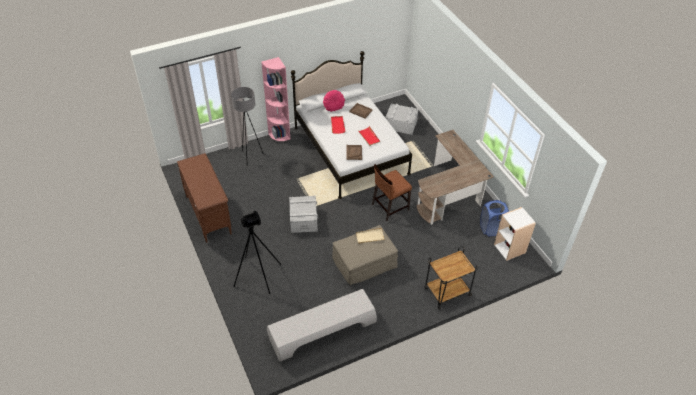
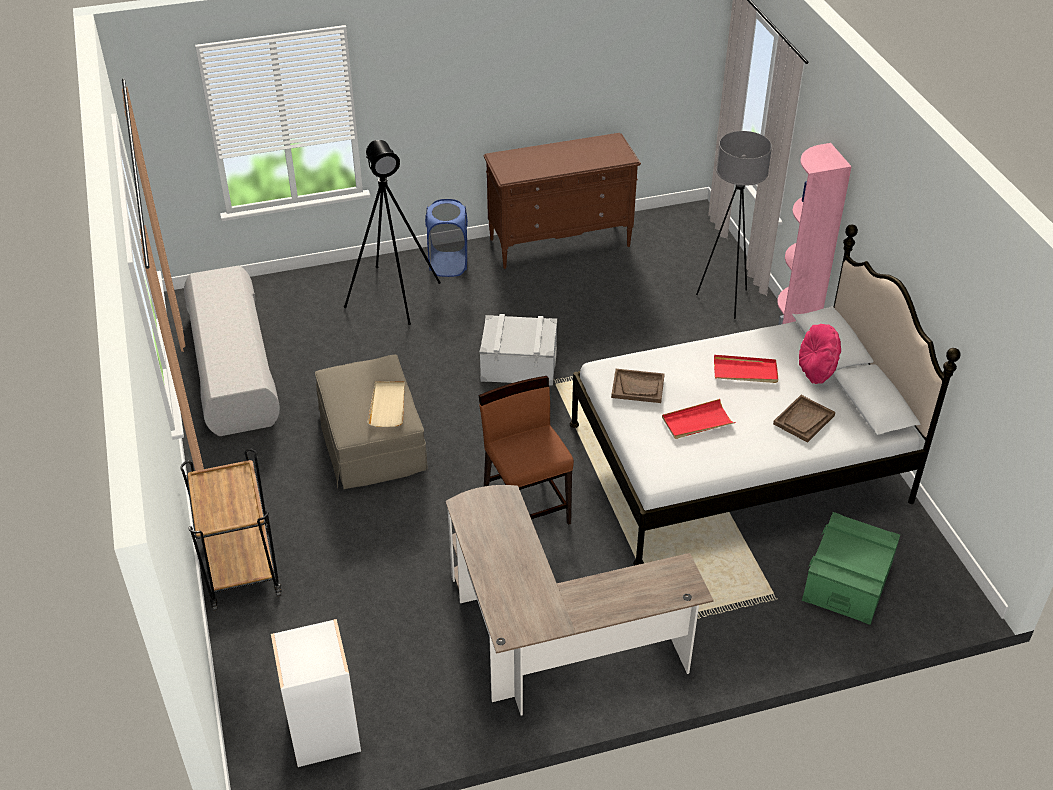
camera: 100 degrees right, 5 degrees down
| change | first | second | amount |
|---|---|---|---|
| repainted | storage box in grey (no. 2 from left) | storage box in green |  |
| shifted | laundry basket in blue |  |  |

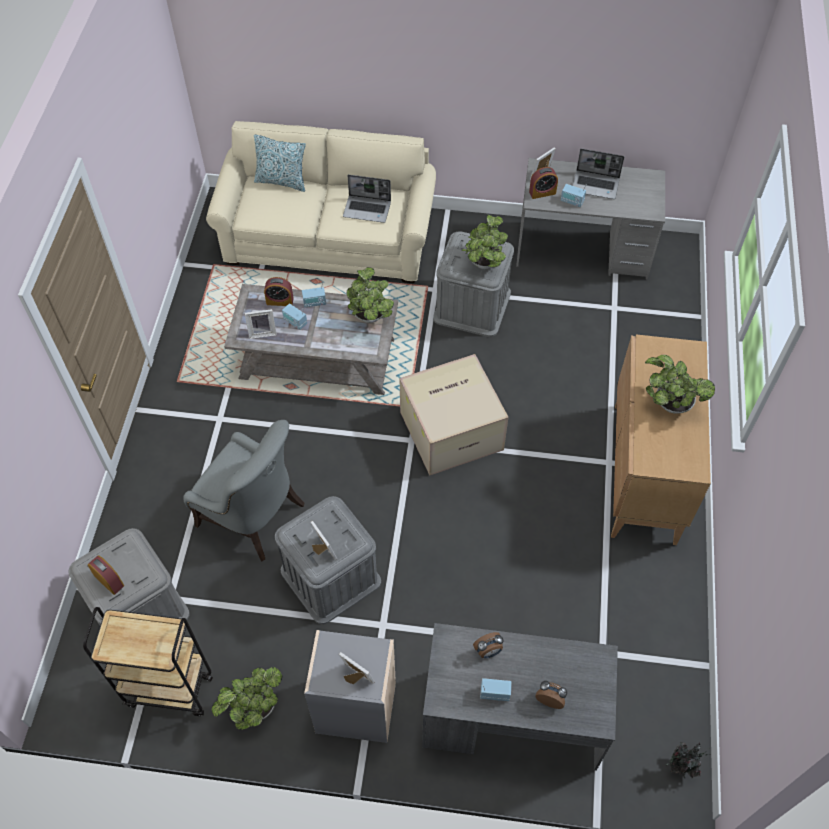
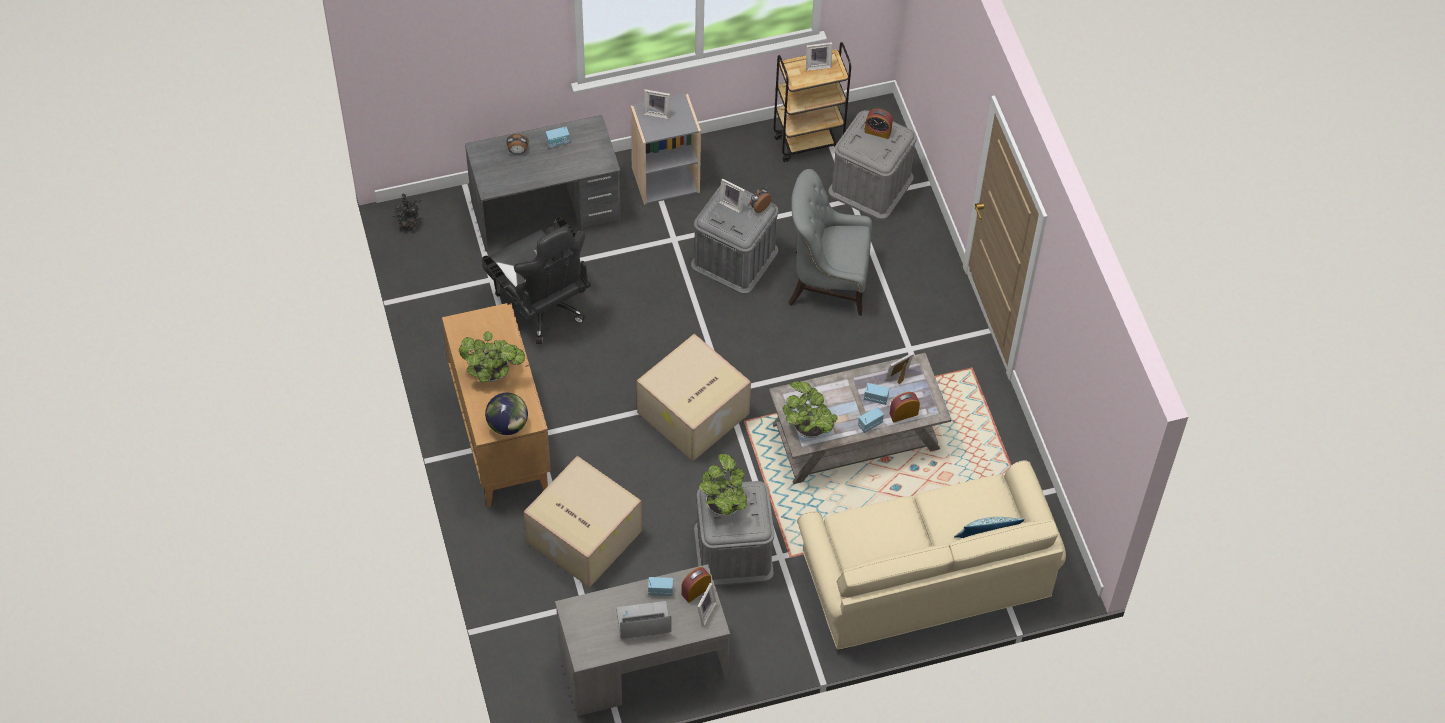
camera: 155 degrees right, 0 degrees up
| change | first | second | amount |
|---|---|---|---|
| gone | potted plant (no. 1 from left) |  |  |
| gone | laptop (no. 1 from left) |  |  |
| shifted | alarm clock (no. 3 from left) |  |  |
| new |  | office chair in black |  |
| new |  | globe |  |
| new |  | cardboard box (no. 1 from left) |  |
| new |  | picture frame (no. 4 from left) |  |

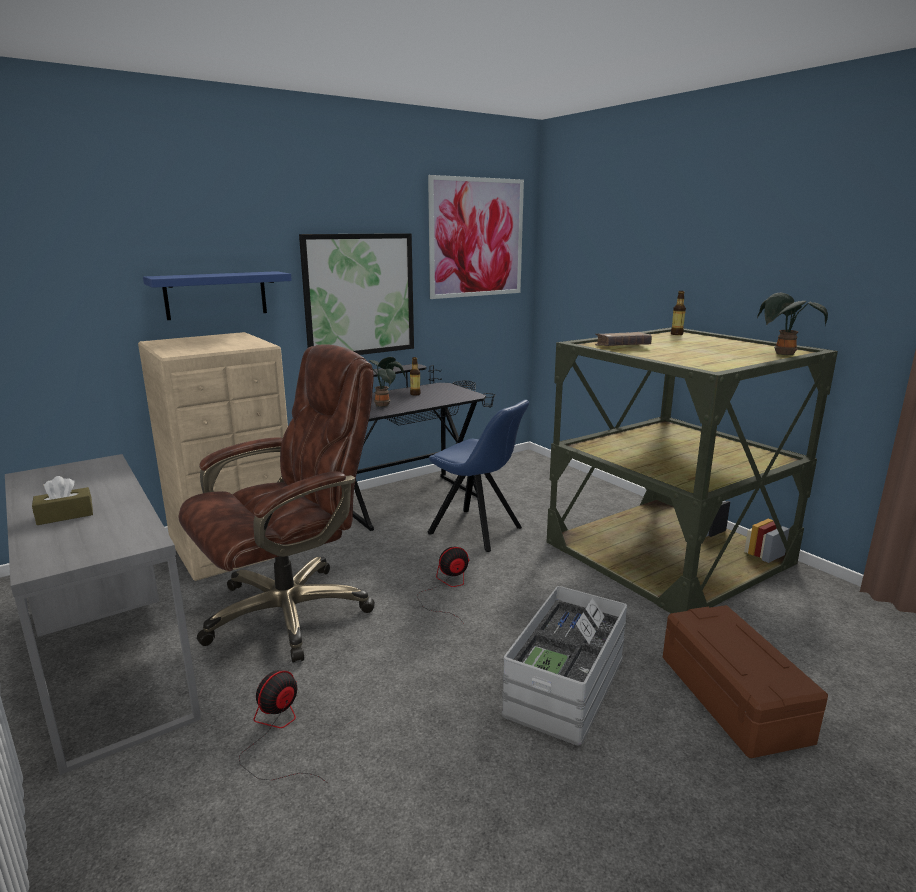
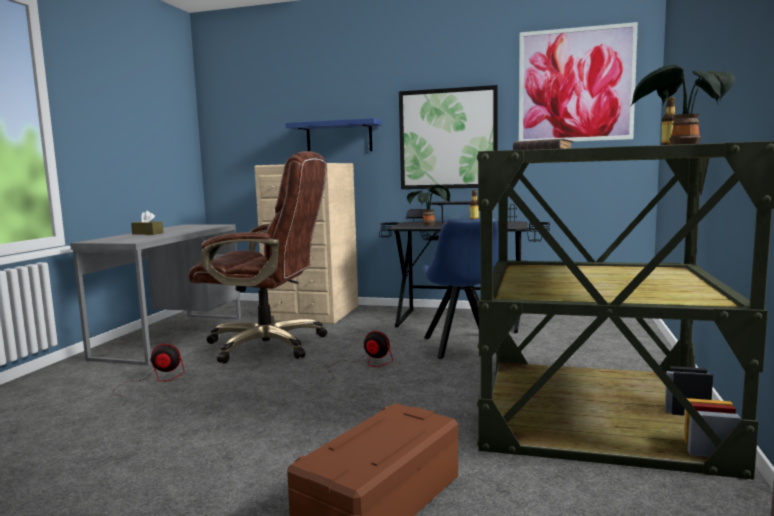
camera: 50 degrees right, 10 degrees down
| change | first | second | amount |
|---|---|---|---|
| gone | storage box in grey |  |  |

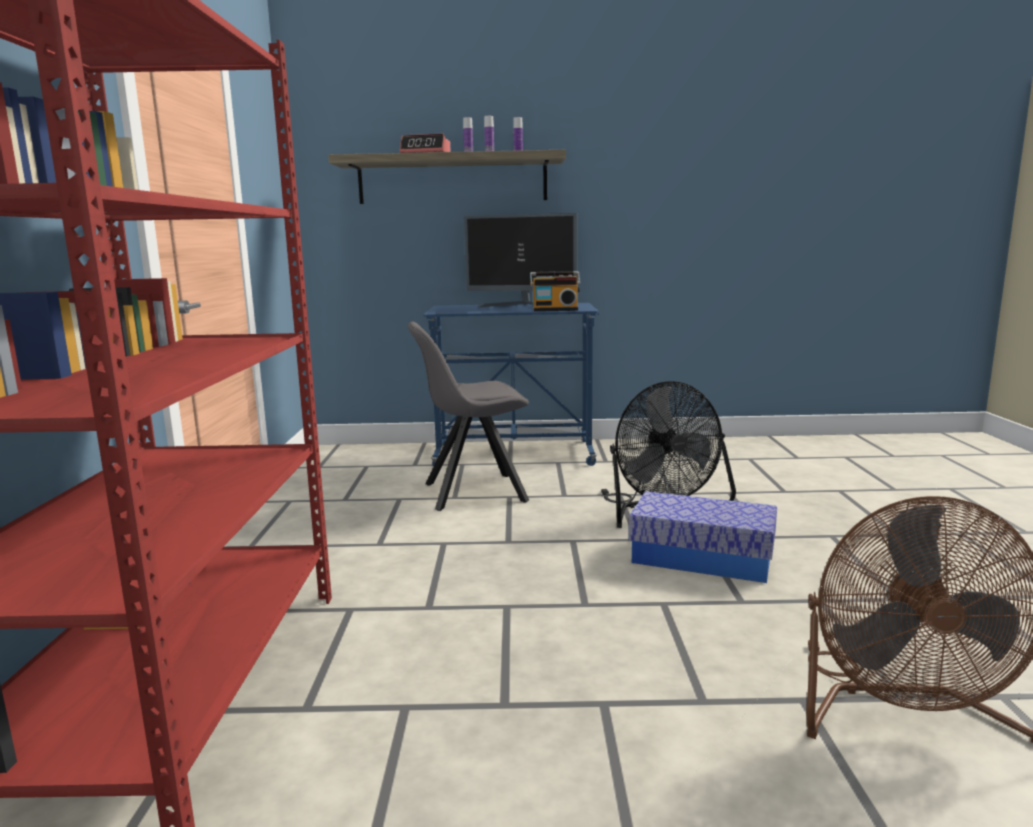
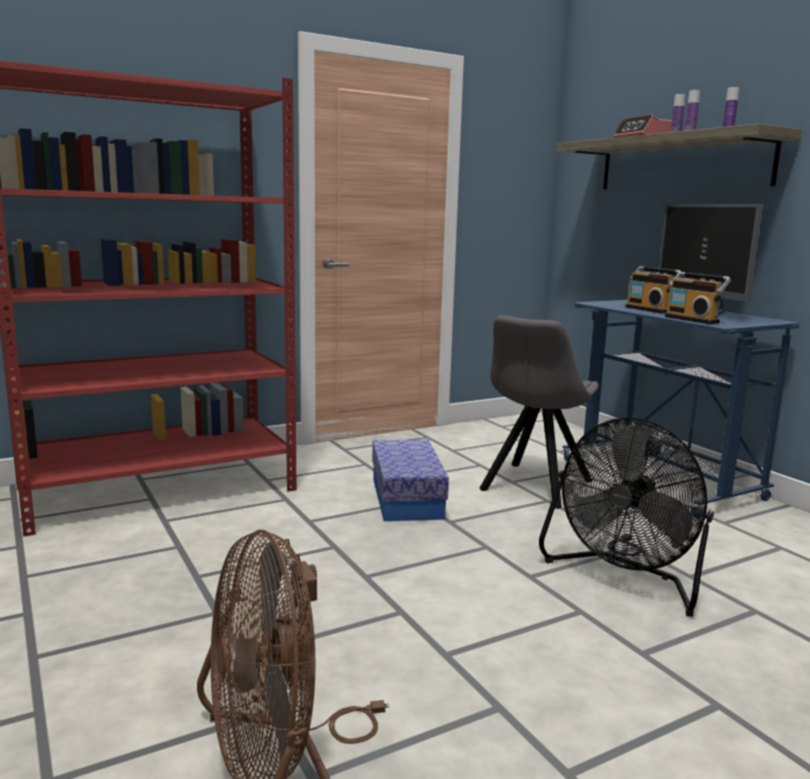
camera: 60 degrees right, 0 degrees up
| change | first | second | amount |
|---|---|---|---|
| rotated | chair in grey |  | 105 degrees counterclockwise |
| shifted | storage box |  |  |
| new |  | radio (no. 1 from left) |  |

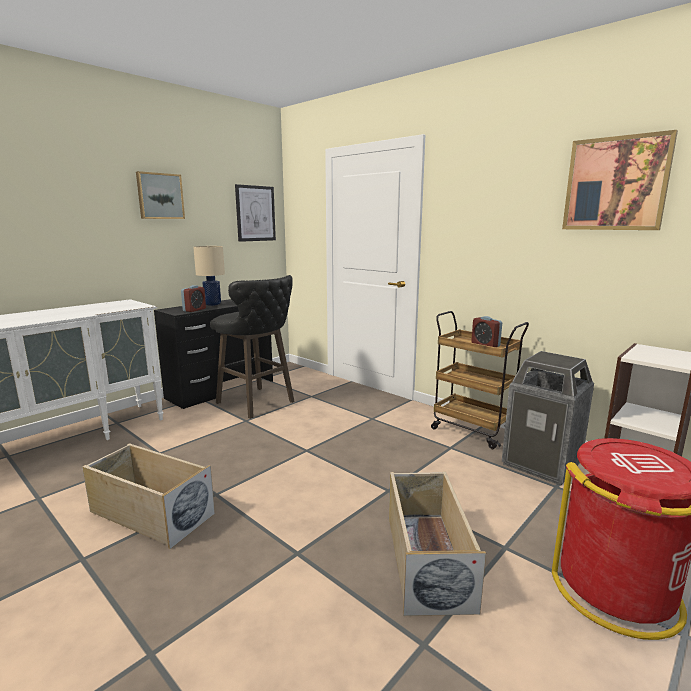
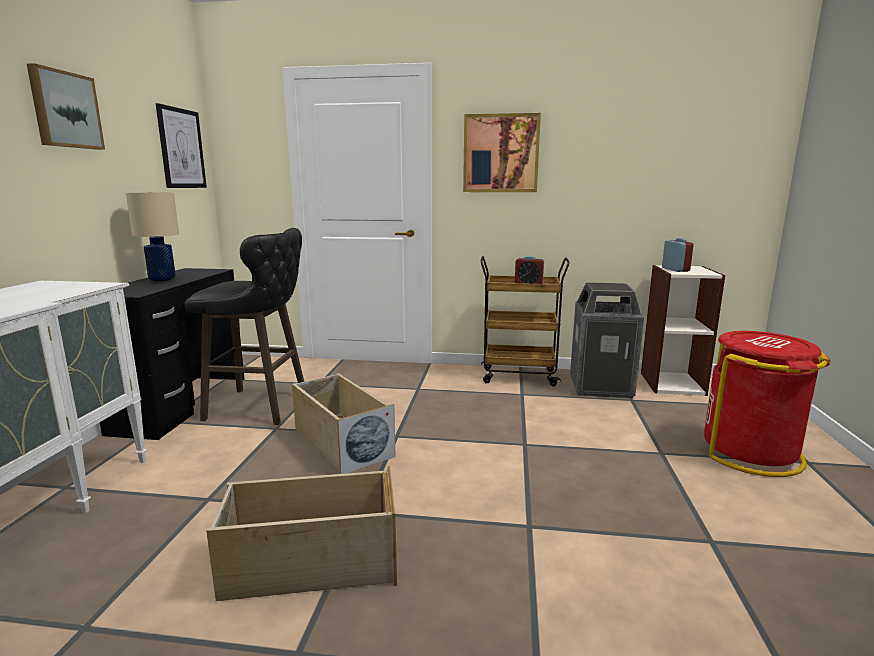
camera: 35 degrees left, 0 degrees up
| change | first | second | amount |
|---|---|---|---|
| shifted | alarm clock (no. 1 from left in the first image) | alarm clock (no. 2 from left) |  |
| shifted | storage box in beige (no. 2 from left) |  |  |
| shifted | picture (no. 3 from left) |  |  |

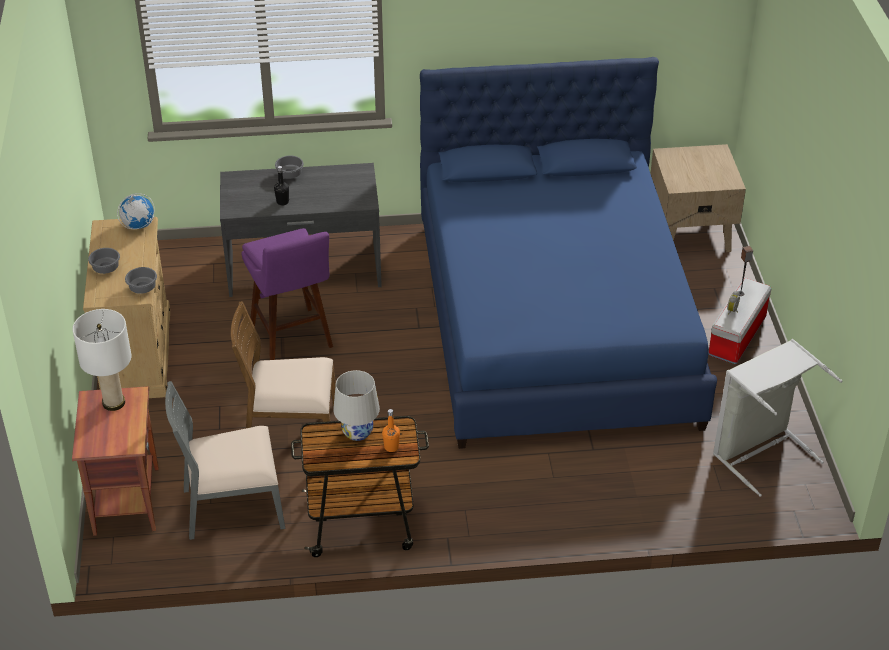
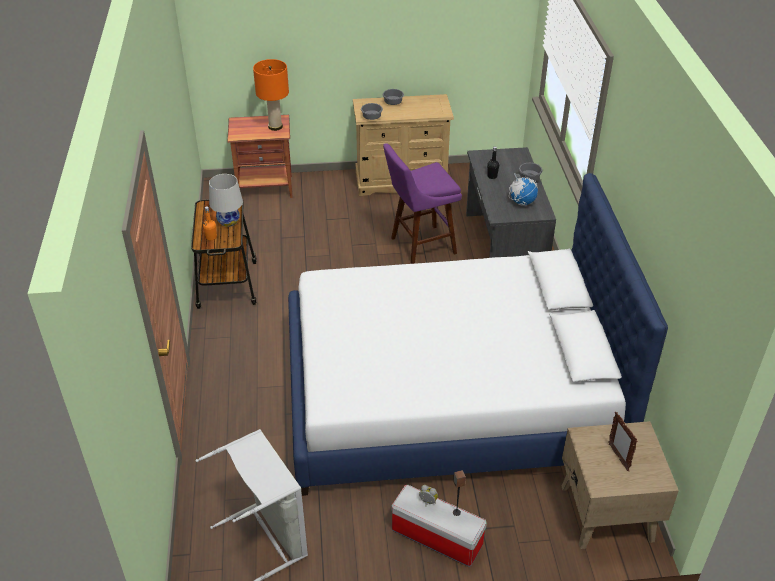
camera: 90 degrees right, 0 degrees up
| change | first | second | amount |
|---|---|---|---|
| repainted | table lamp in white (no. 1 from left) | table lamp in orange |  |
| shifted | globe |  |  |
| gone | chair in grey |  |  |
| gone | chair in brown |  |  |
| repainted | bed in blue | bed in white |  |
| new |  | picture frame |  |

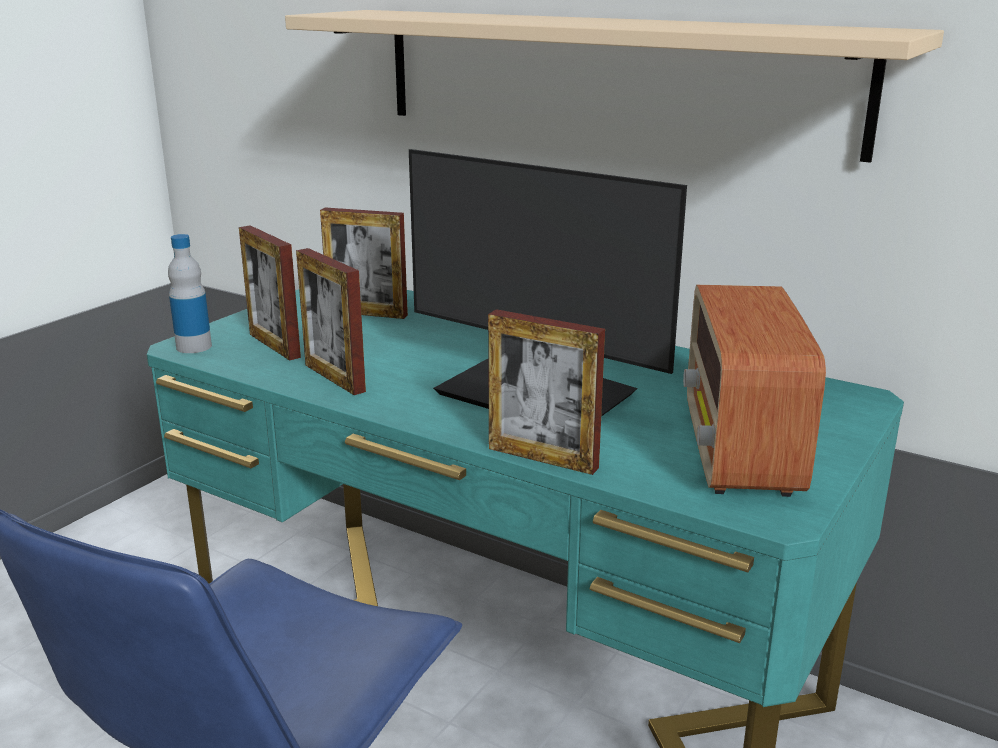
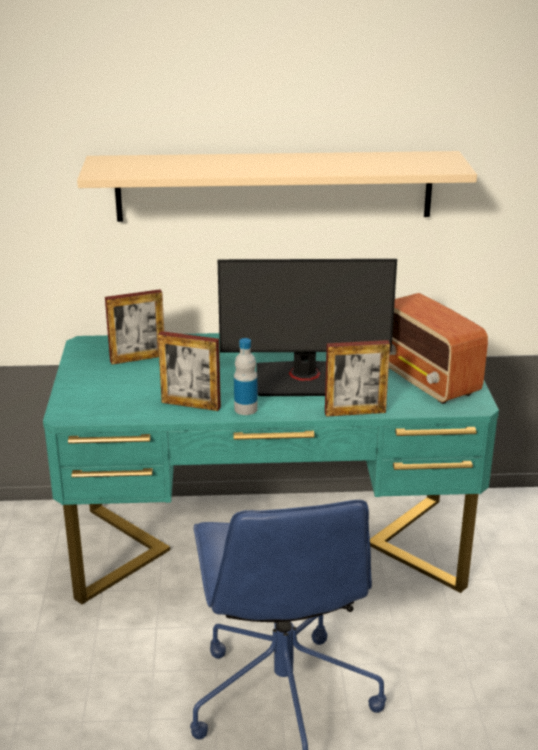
camera: 35 degrees left, 5 degrees up
| change | first | second | amount |
|---|---|---|---|
| shifted | bottle |  |  |
| gone | picture frame (no. 1 from left) |  |  |

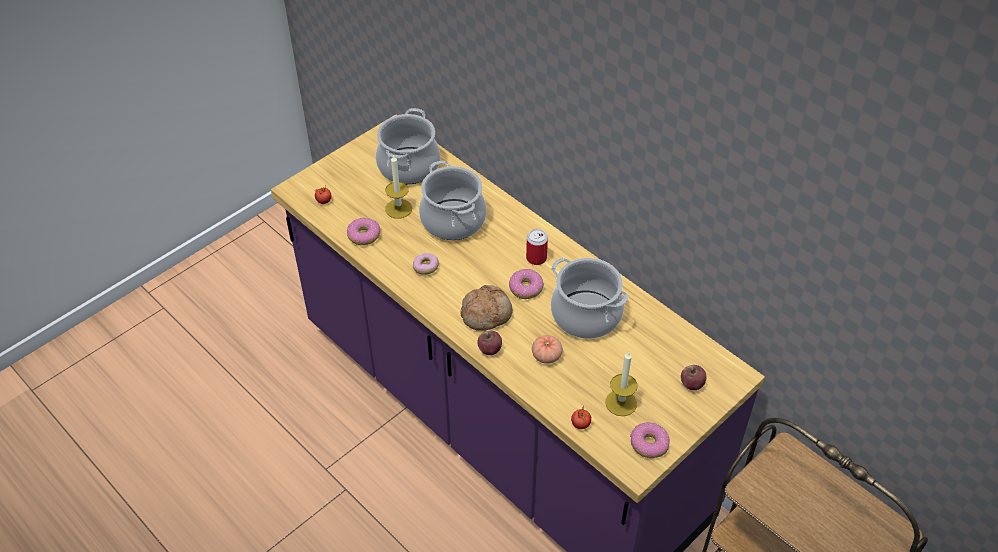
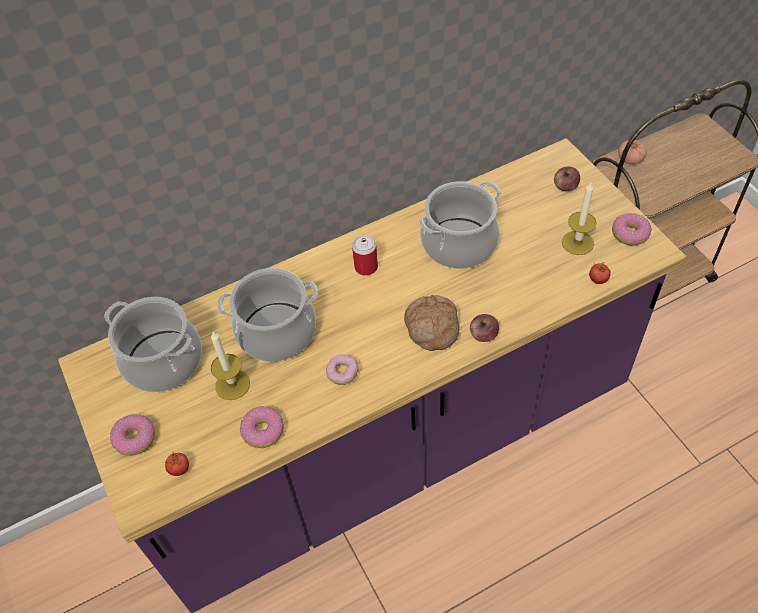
camera: 70 degrees left, 5 degrees up
| change | first | second | amount |
|---|---|---|---|
| shifted | donut (no. 3 from left in the first image) | donut (no. 1 from left) |  |
| shifted | tomato (no. 2 from left in the first image) | tomato (no. 3 from left) |  |

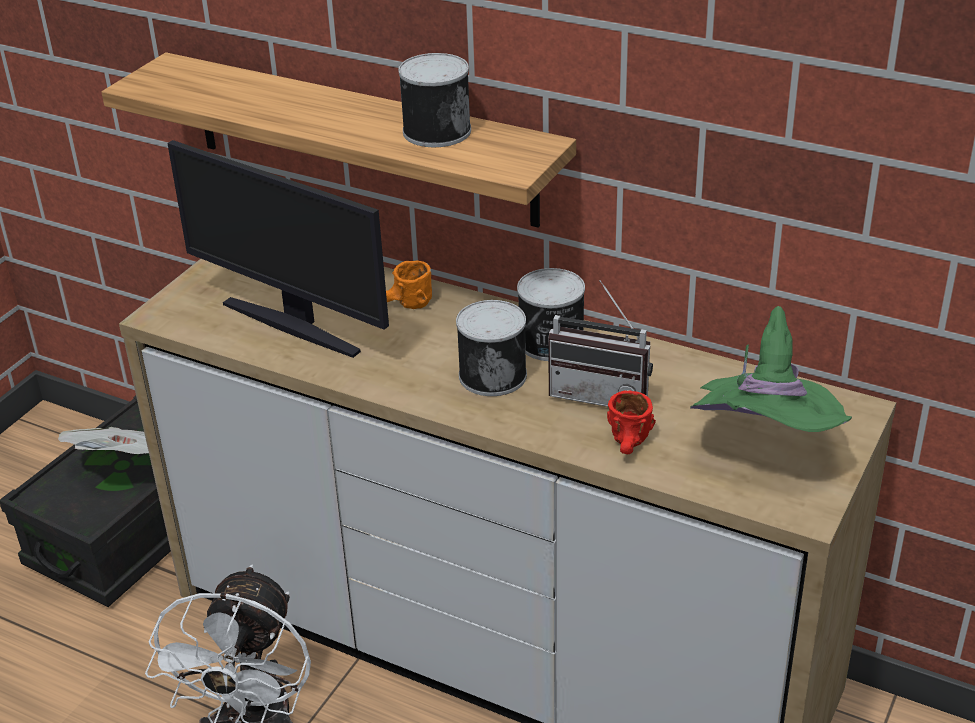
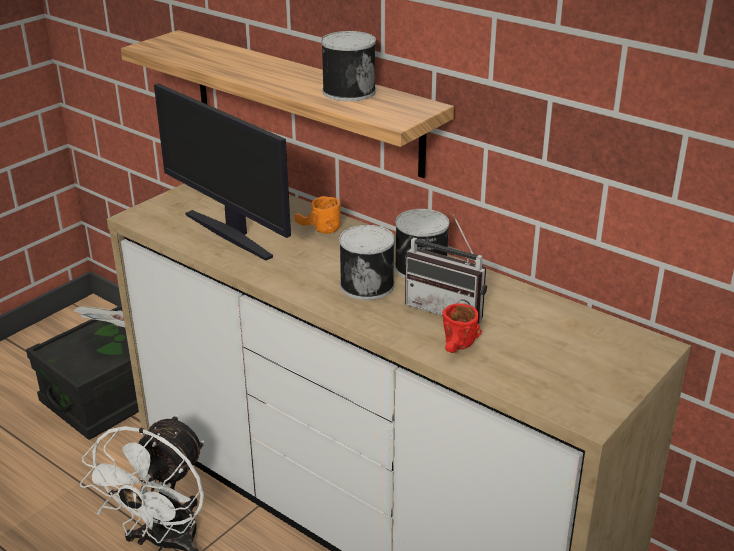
camera: 10 degrees right, 5 degrees down
| change | first | second | amount |
|---|---|---|---|
| gone | hat in green |  |  |

